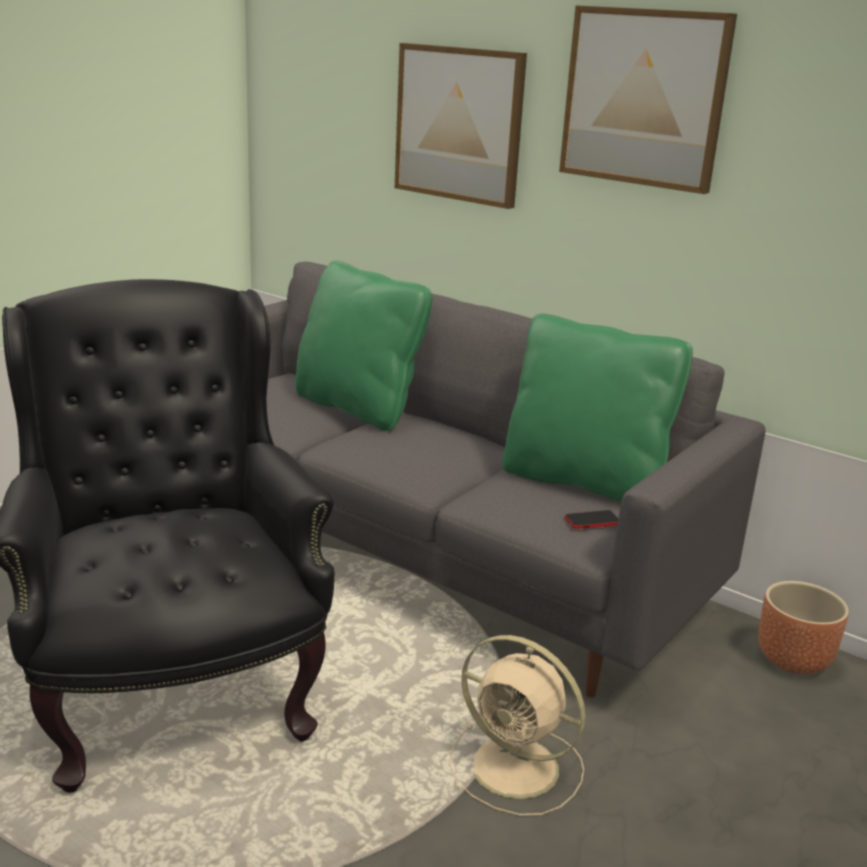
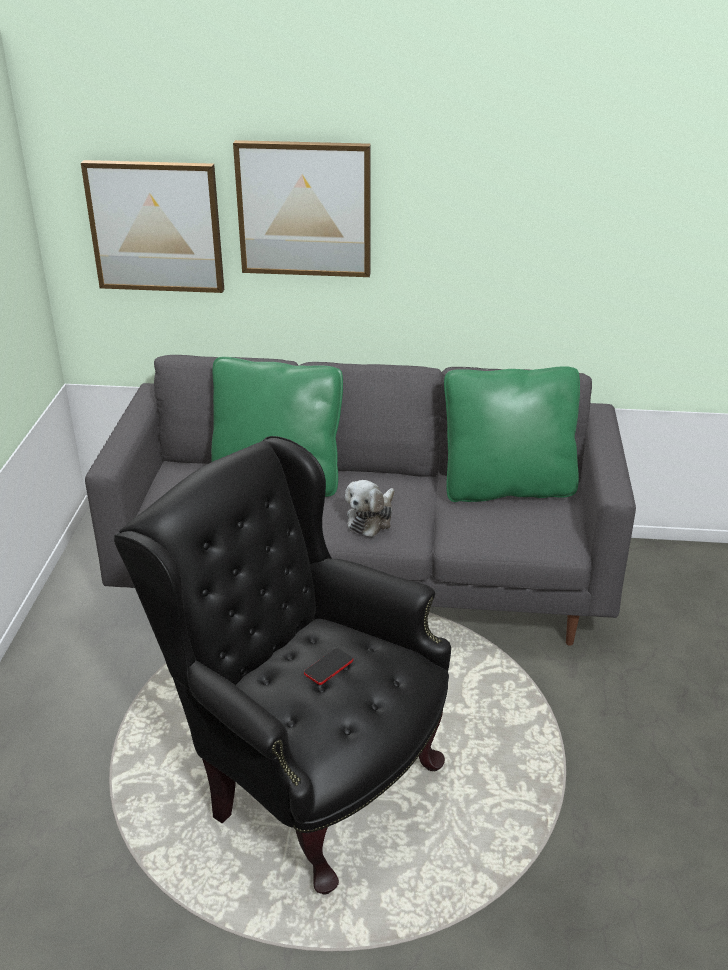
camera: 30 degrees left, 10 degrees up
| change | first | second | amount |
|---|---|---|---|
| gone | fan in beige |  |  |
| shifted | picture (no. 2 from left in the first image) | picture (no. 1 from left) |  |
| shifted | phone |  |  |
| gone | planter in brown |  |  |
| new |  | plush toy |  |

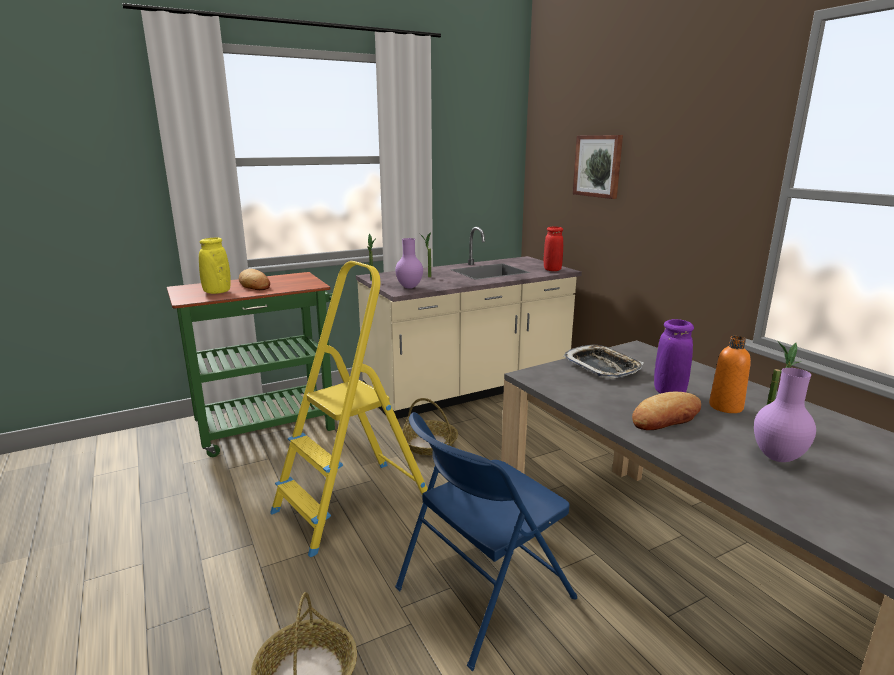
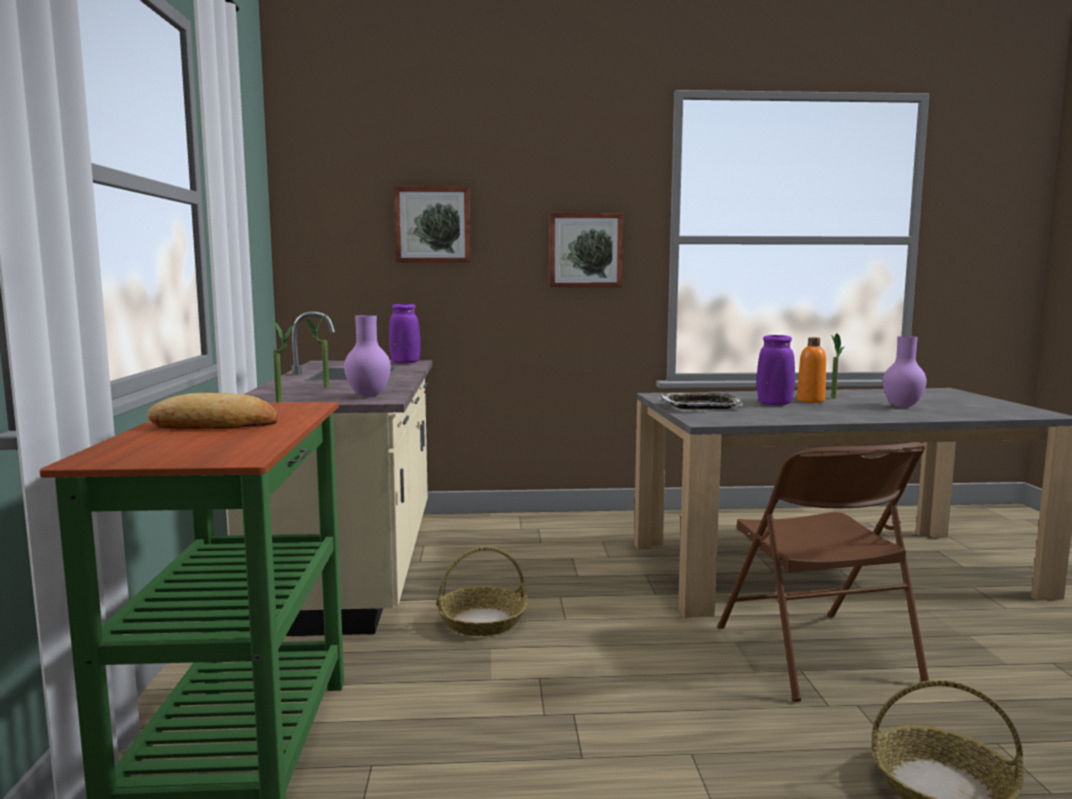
camera: 65 degrees left, 10 degrees down
| change | first | second | amount |
|---|---|---|---|
| gone | vase in yellow |  |  |
| gone | step ladder in yellow |  |  |
| repainted | chair in blue | chair in brown |  |
| repainted | vase in red | vase in purple (no. 2 from left) |  |
| gone | bread (no. 2 from left) |  |  |
| new |  | picture (no. 2 from left) |  |

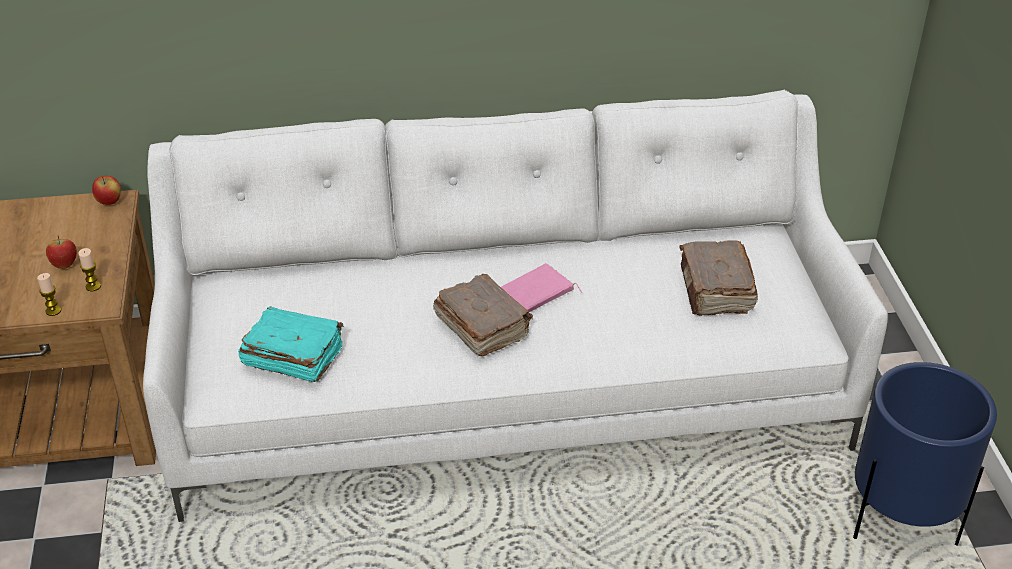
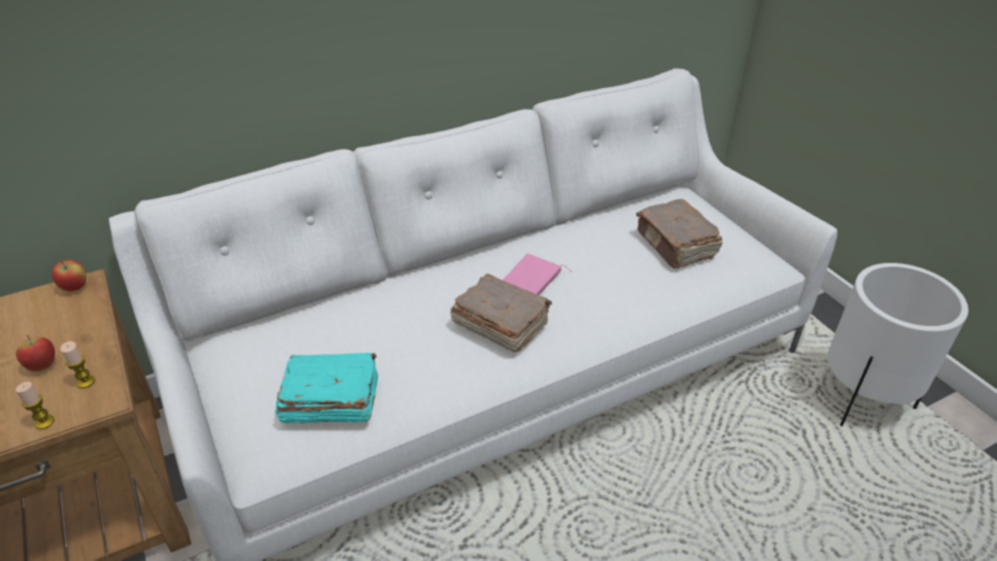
camera: 20 degrees left, 0 degrees up
| change | first | second | amount |
|---|---|---|---|
| repainted | planter in blue | planter in white |  |

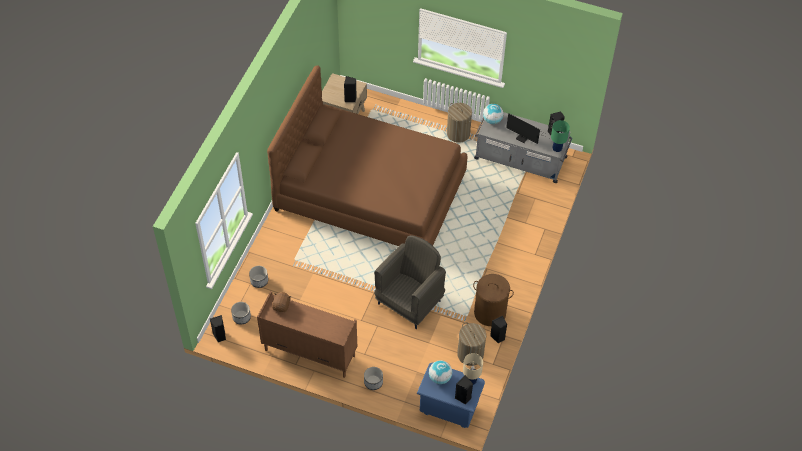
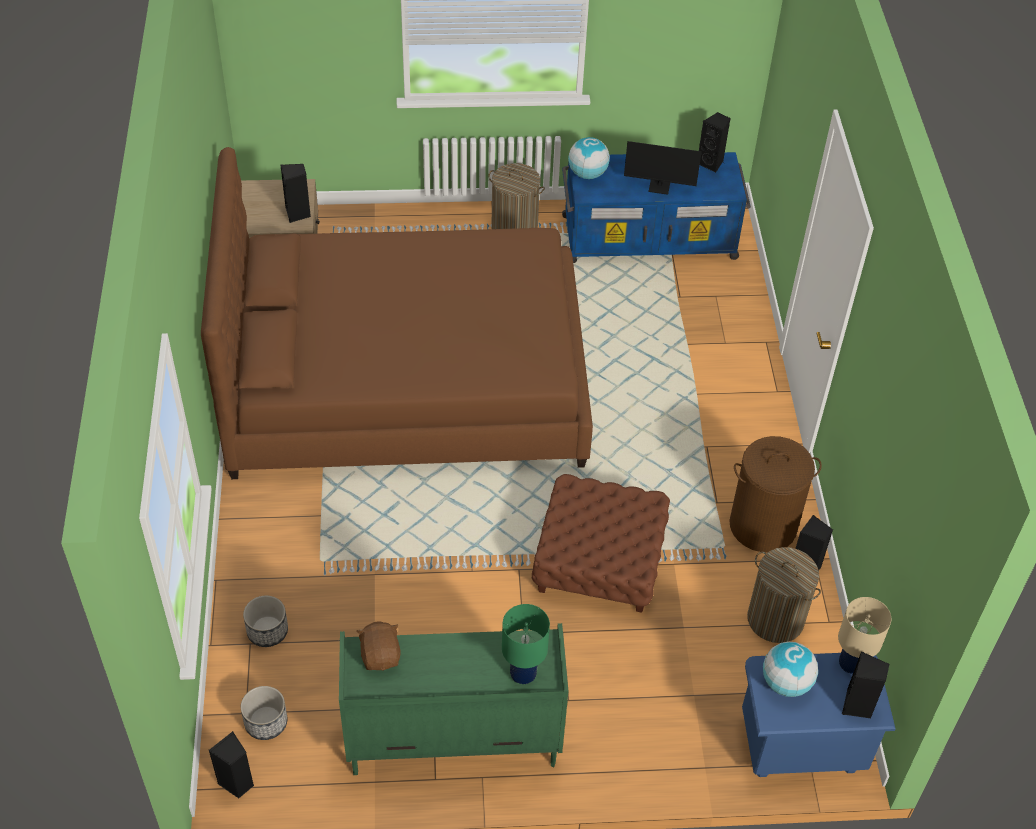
camera: 25 degrees left, 5 degrees down
| change | first | second | amount |
|---|---|---|---|
| repainted | cabinet in brown | cabinet in green |  |
| gone | planter (no. 3 from left) |  |  |
| swapped | armchair in grey | ottoman in brown |  |
| repainted | cabinet in grey | cabinet in blue |  |
| shifted | table lamp in green |  |  |

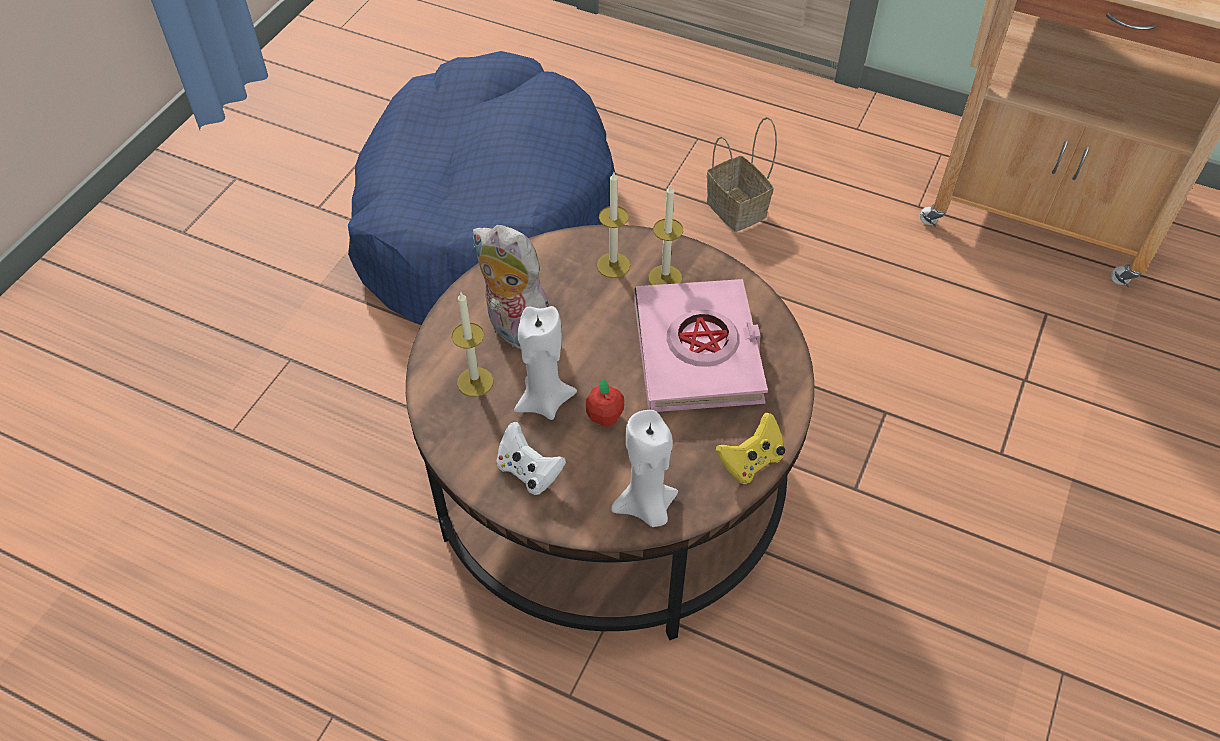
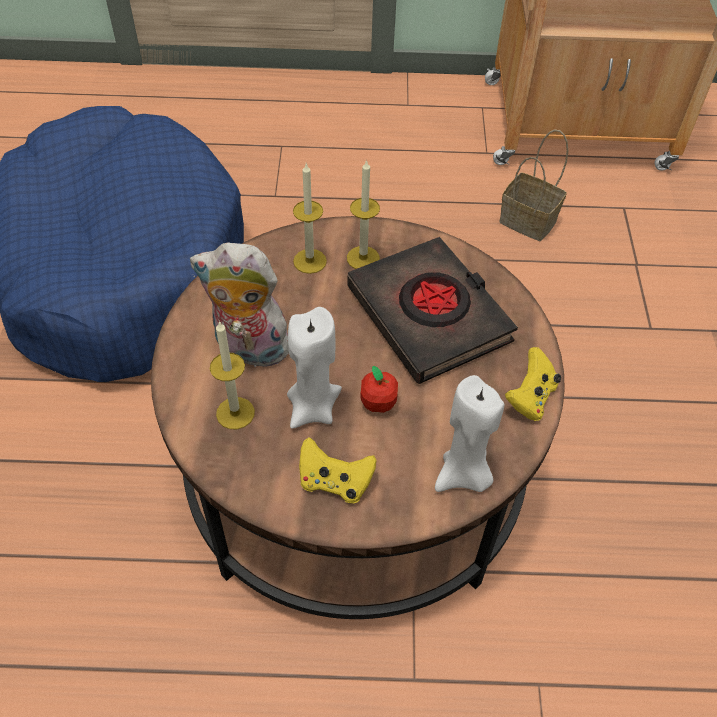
camera: 25 degrees left, 0 degrees up
| change | first | second | amount |
|---|---|---|---|
| repainted | game controller in white | game controller in yellow (no. 1 from left) |  |
| repainted | book in pink | book in black |  |
| shifted | basket |  |  |

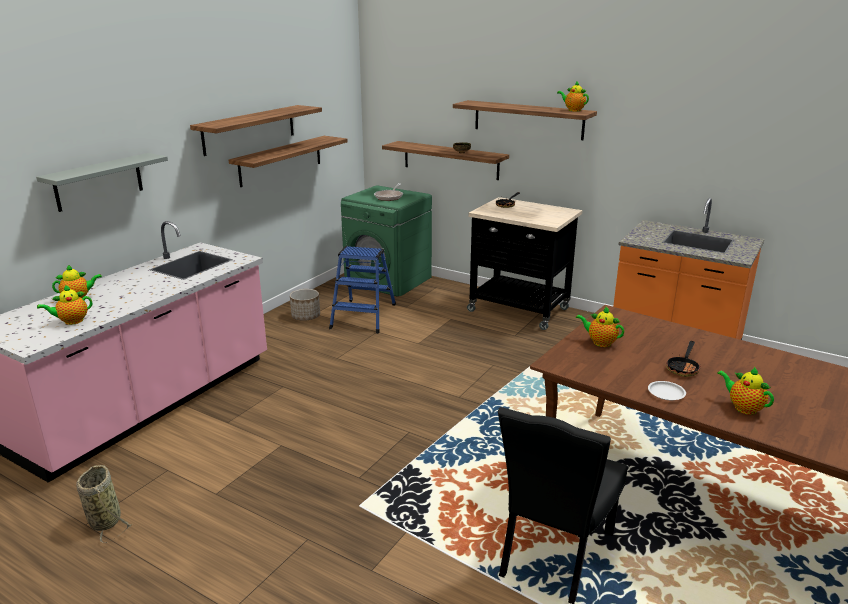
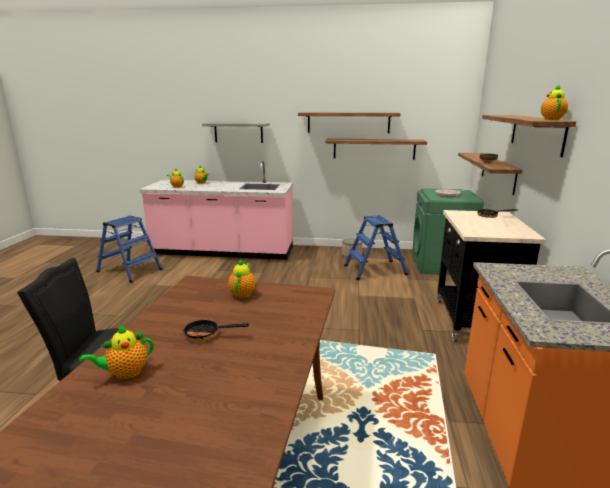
camera: 65 degrees right, 5 degrees down
| change | first | second | amount |
|---|---|---|---|
| swapped | basket | step ladder in blue (no. 1 from left) |  |
| gone | plate in white |  |  |
| rotated | teapot (no. 5 from left in the first image) | teapot (no. 1 from left) | 150 degrees counterclockwise |

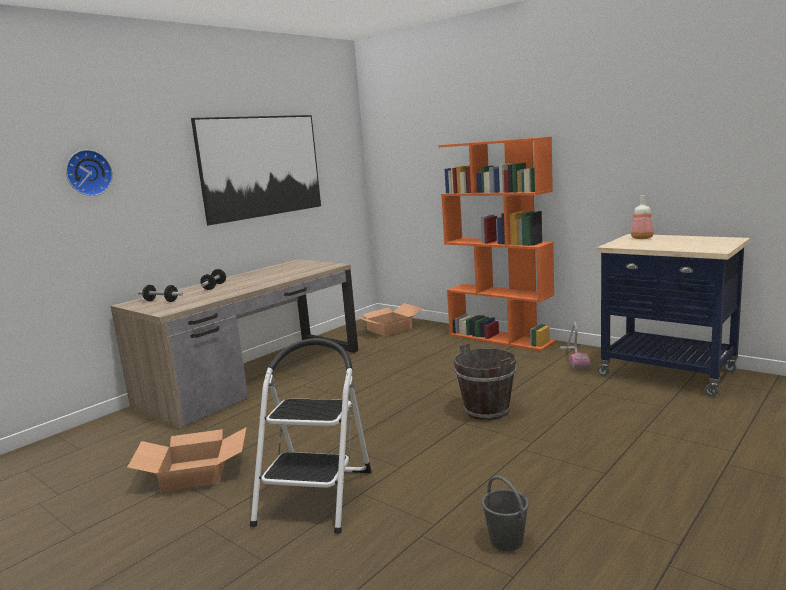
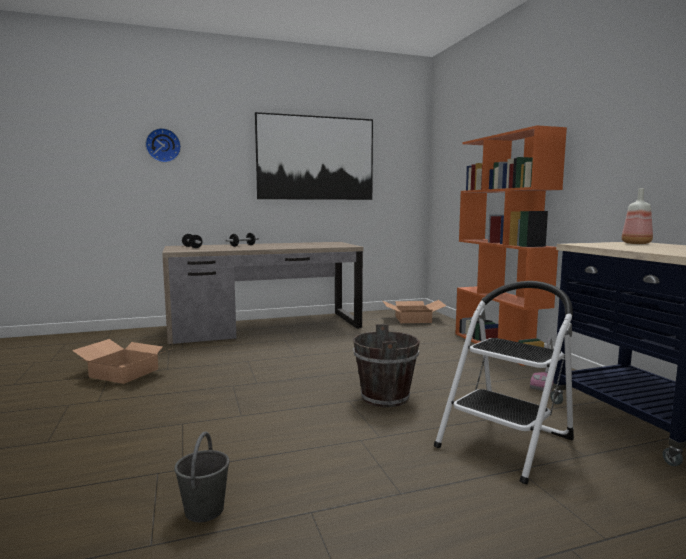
camera: 30 degrees right, 5 degrees down
| change | first | second | amount |
|---|---|---|---|
| shifted | step ladder |  |  |

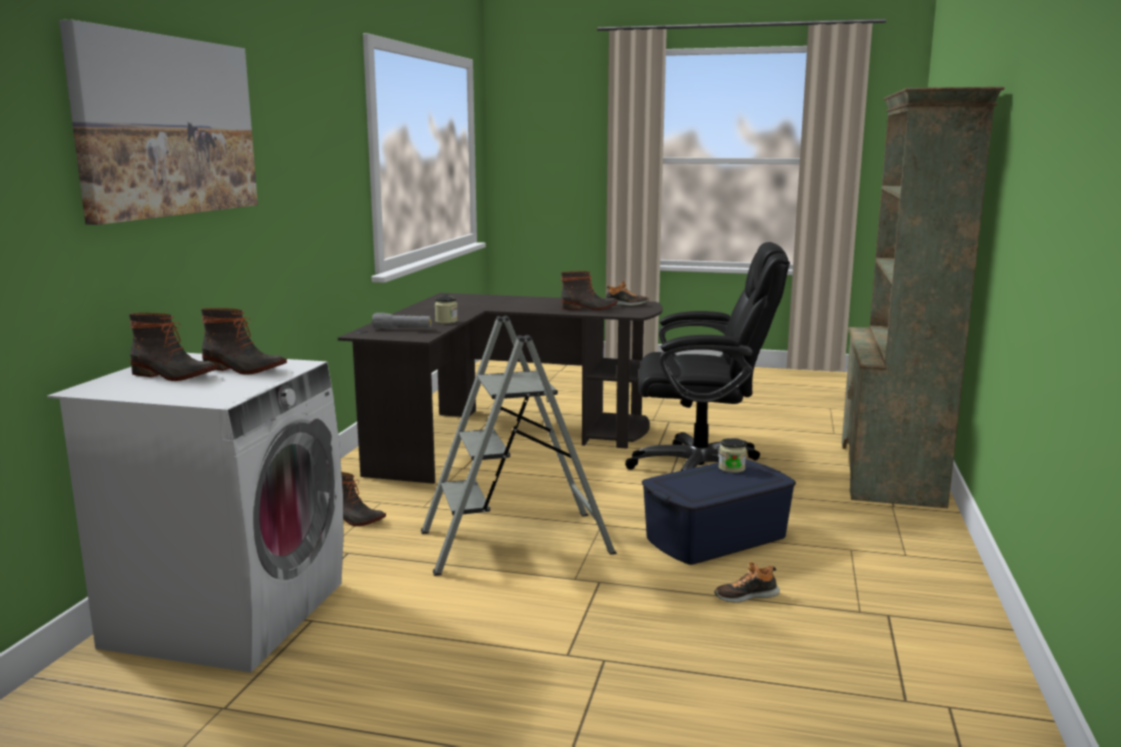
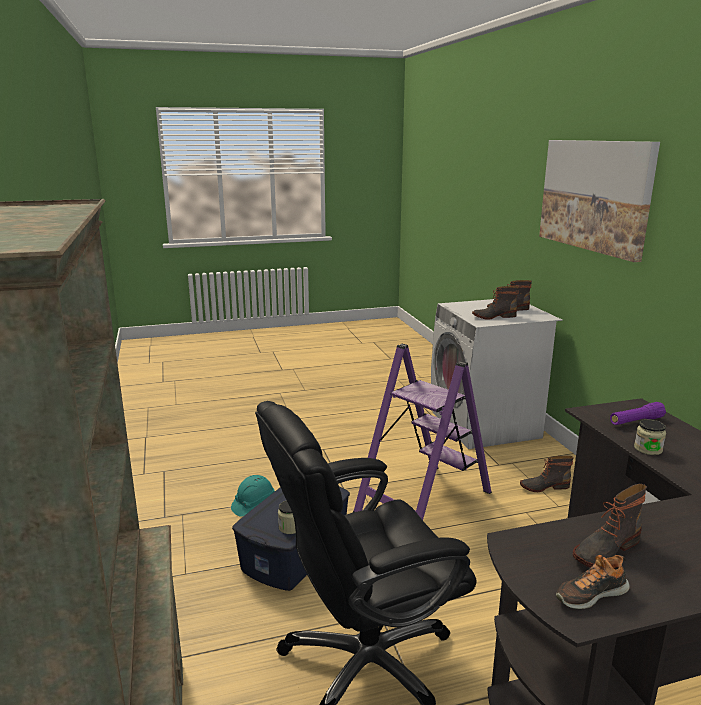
camera: 150 degrees right, 5 degrees up
| change | first | second | amount |
|---|---|---|---|
| repainted | flashlight in grey | flashlight in purple |  |
| repainted | step ladder in grey | step ladder in purple |  |
| swapped | shoe (no. 2 from left) | hard hat in turquoise |  |

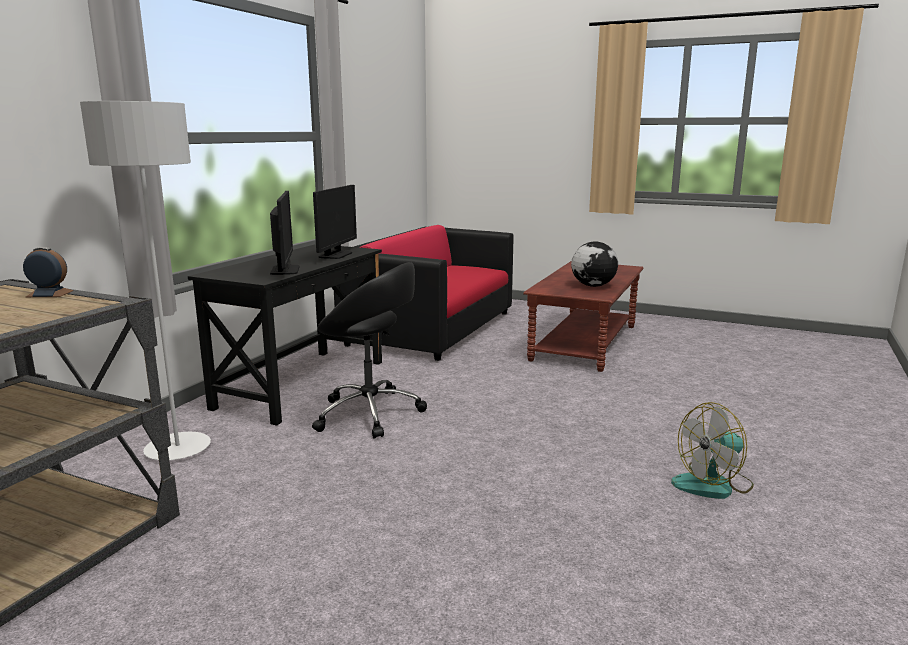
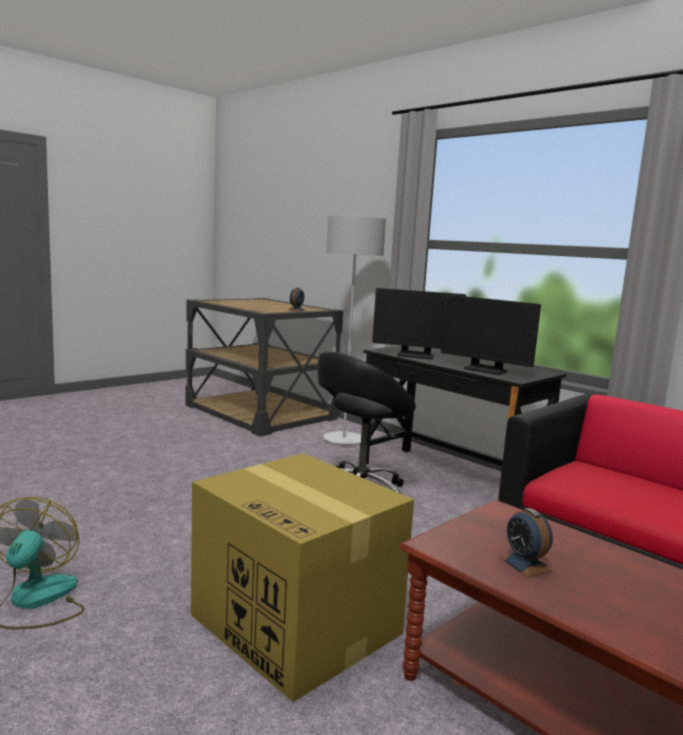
camera: 110 degrees right, 5 degrees down
| change | first | second | amount |
|---|---|---|---|
| swapped | globe | alarm clock (no. 2 from left) |  |
| new |  | cardboard box |  |

